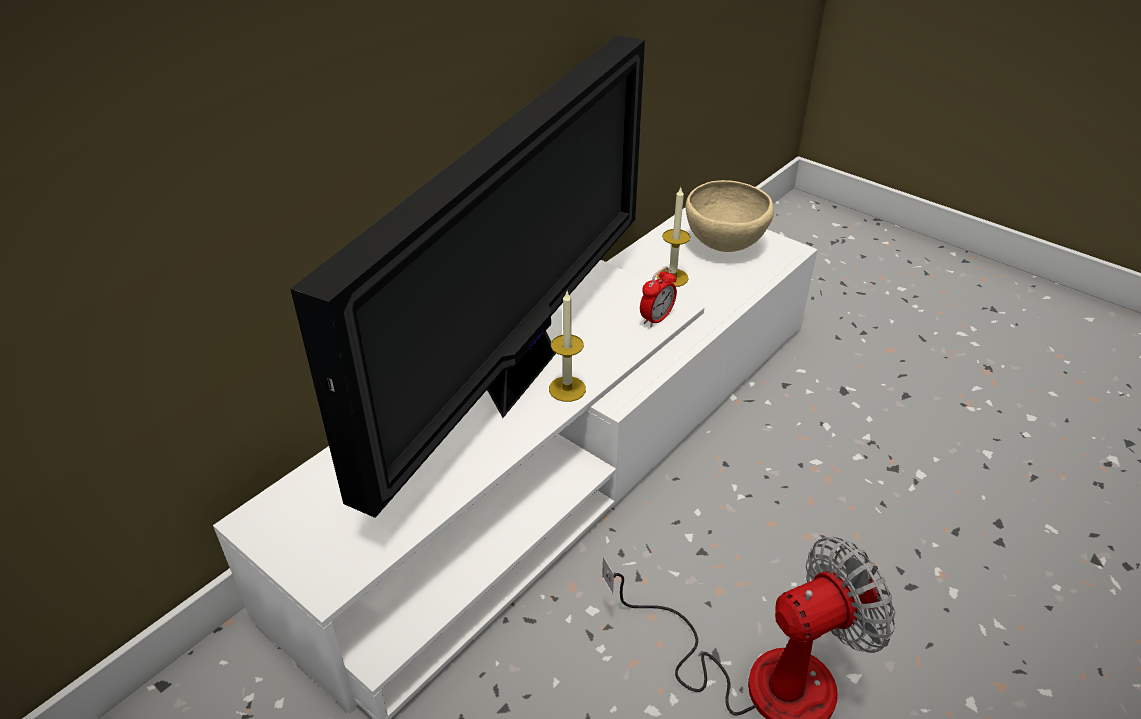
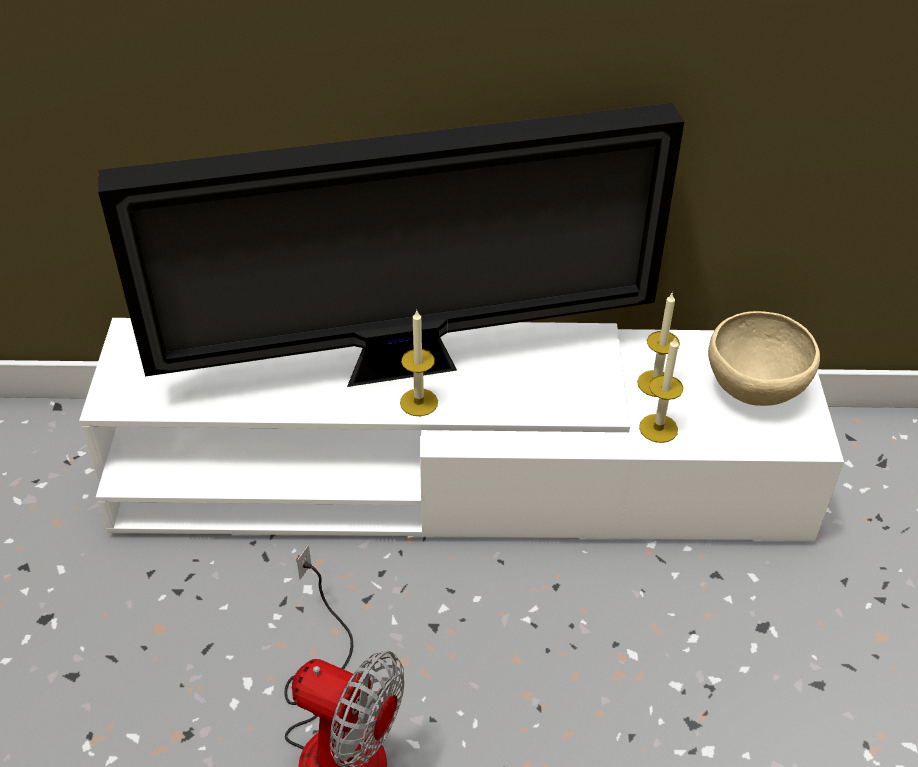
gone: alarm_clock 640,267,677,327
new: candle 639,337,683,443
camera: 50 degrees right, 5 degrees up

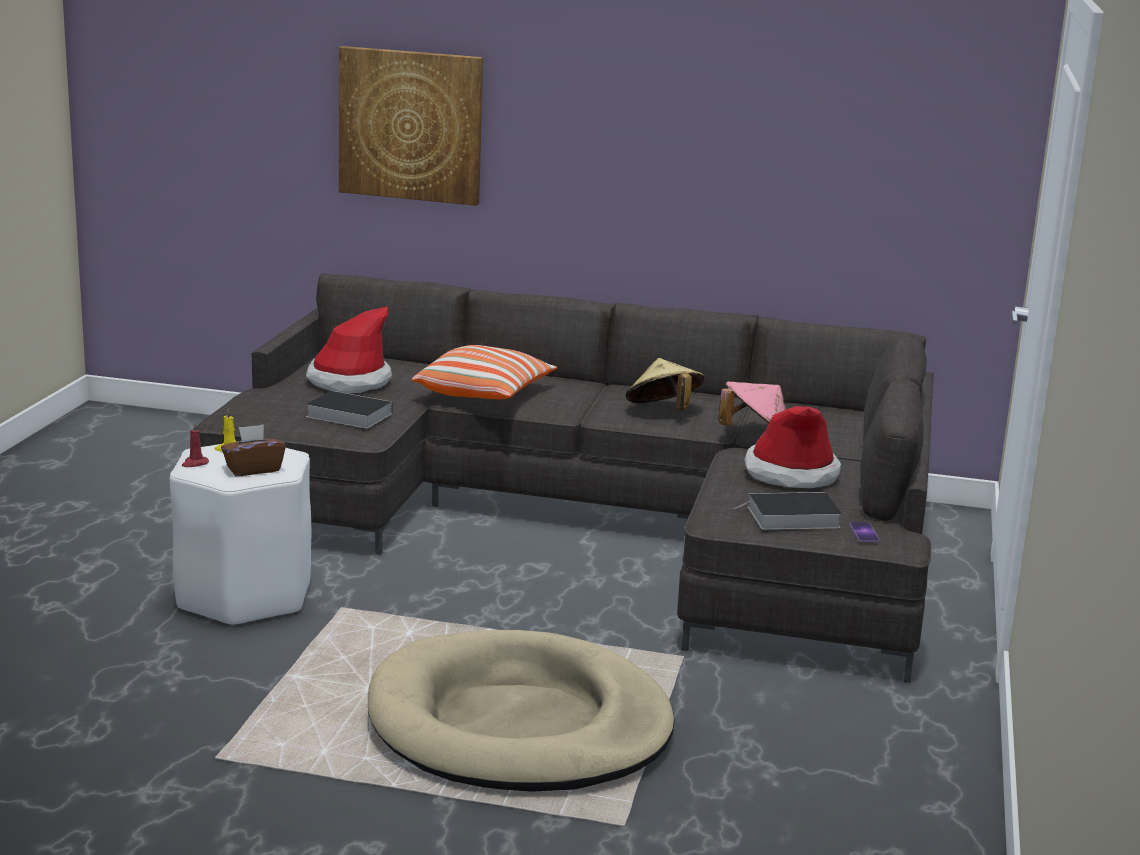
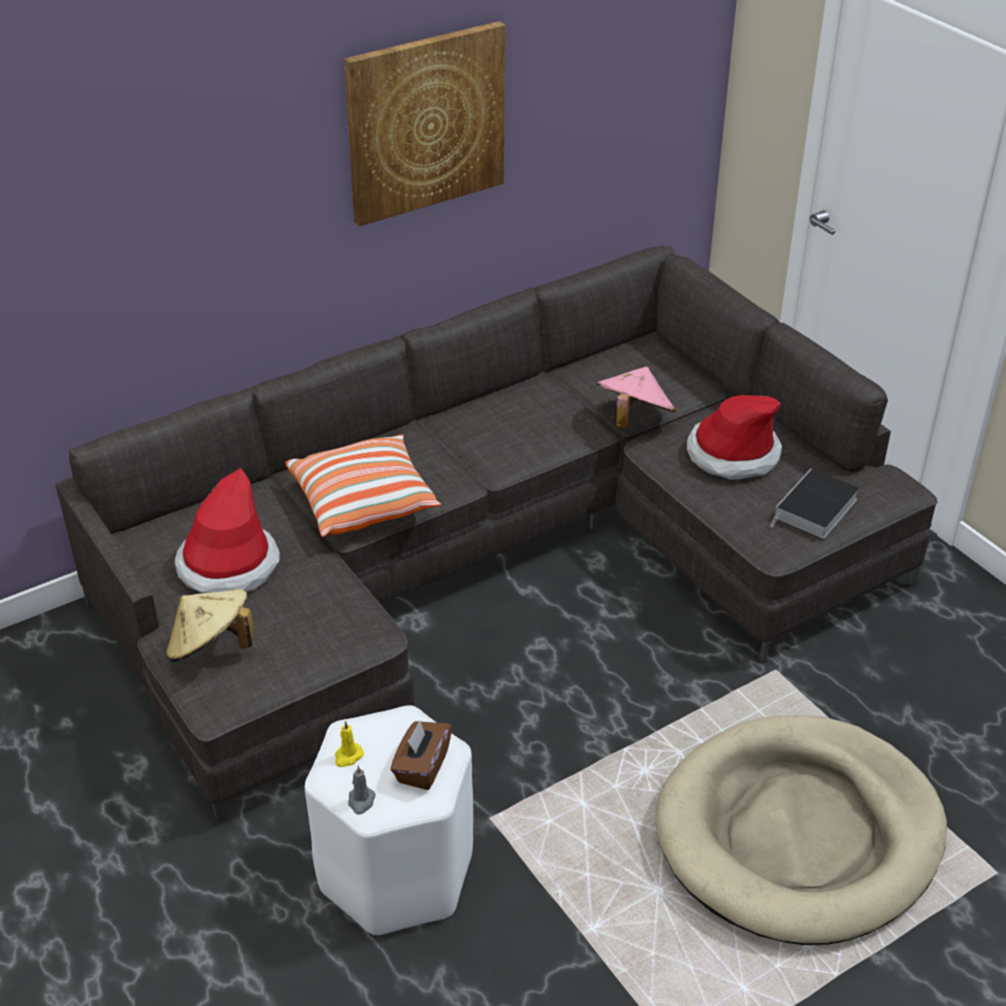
gone: book 306,391,393,429; phone 849,522,880,542
shifted: picture 339,46,483,206 to 344,21,505,226; beige_hat 626,358,705,410 to 166,589,253,662
repainted: red_candle 182,422,209,467 to grey_candle 348,765,376,815
camera: 45 degrees left, 20 degrees up

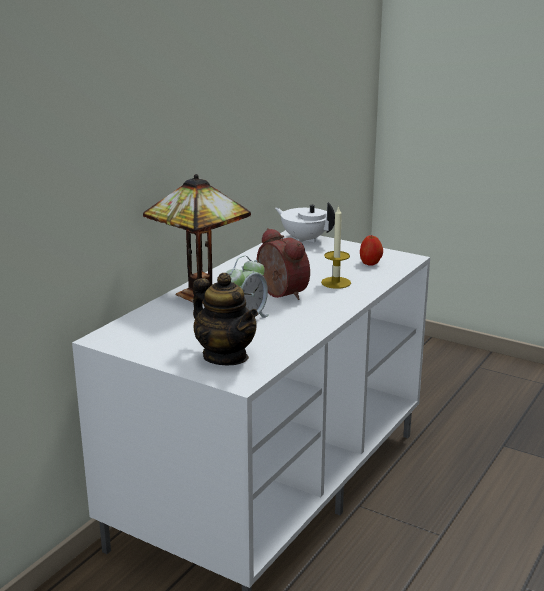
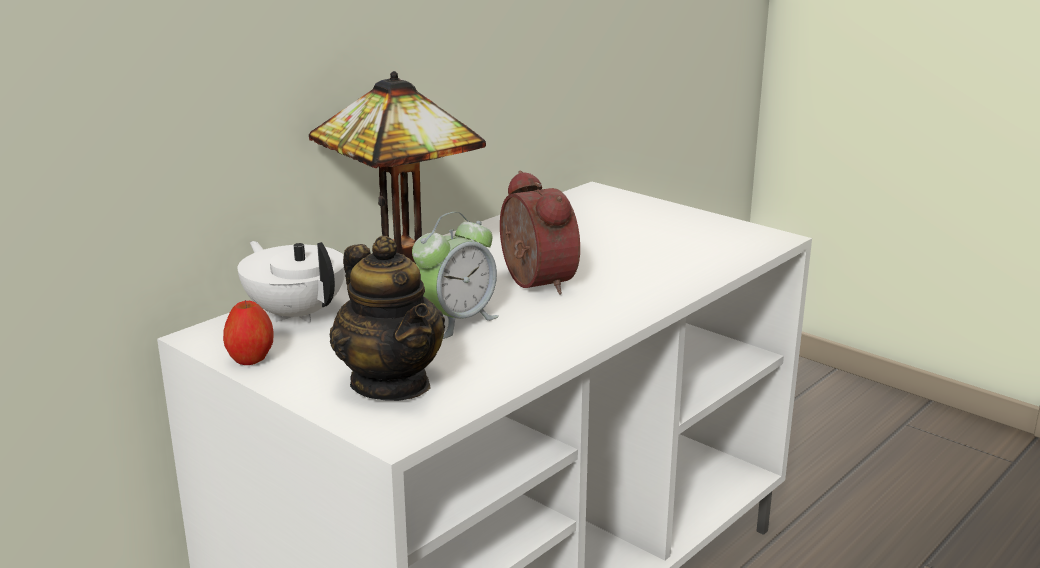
gone: candle 321,205,351,289
shifted: white_teapot 275,202,335,243 to 237,241,345,323; apple 360,235,383,266 to 223,300,274,365
camera: 10 degrees right, 0 degrees up

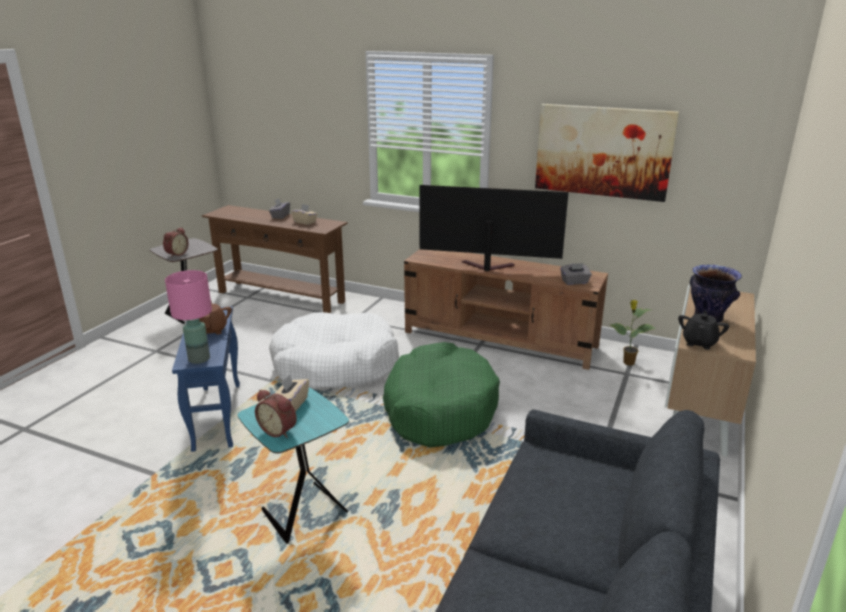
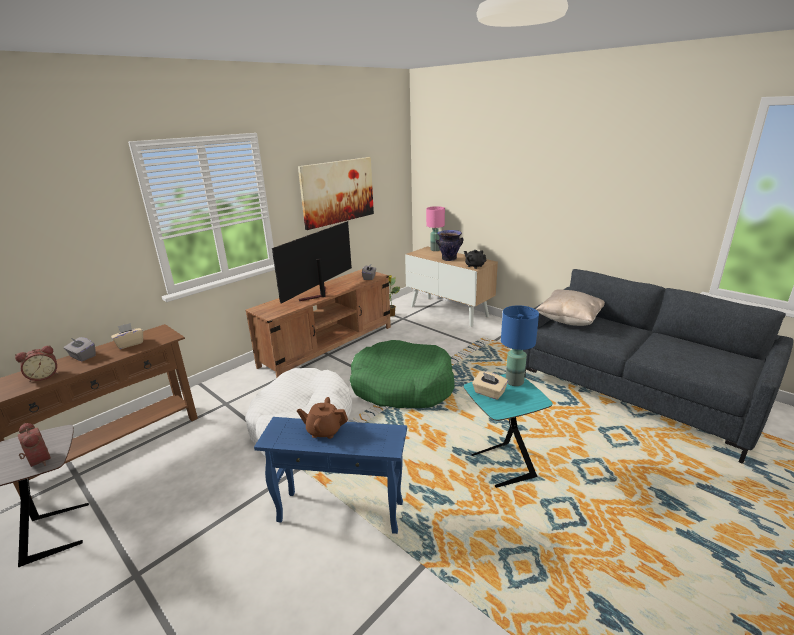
new: beige_pillow 536,289,605,326; blue_table_lamp 501,305,539,386
shifted: pink_table_lamp 165,270,212,364 to 426,206,445,251; alarm_clock 255,390,297,438 to 15,345,58,382
camera: 70 degrees left, 0 degrees up

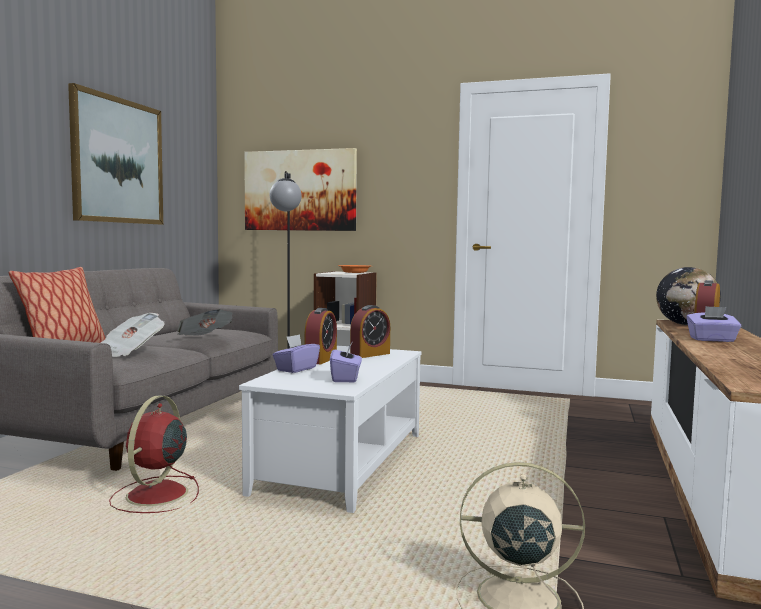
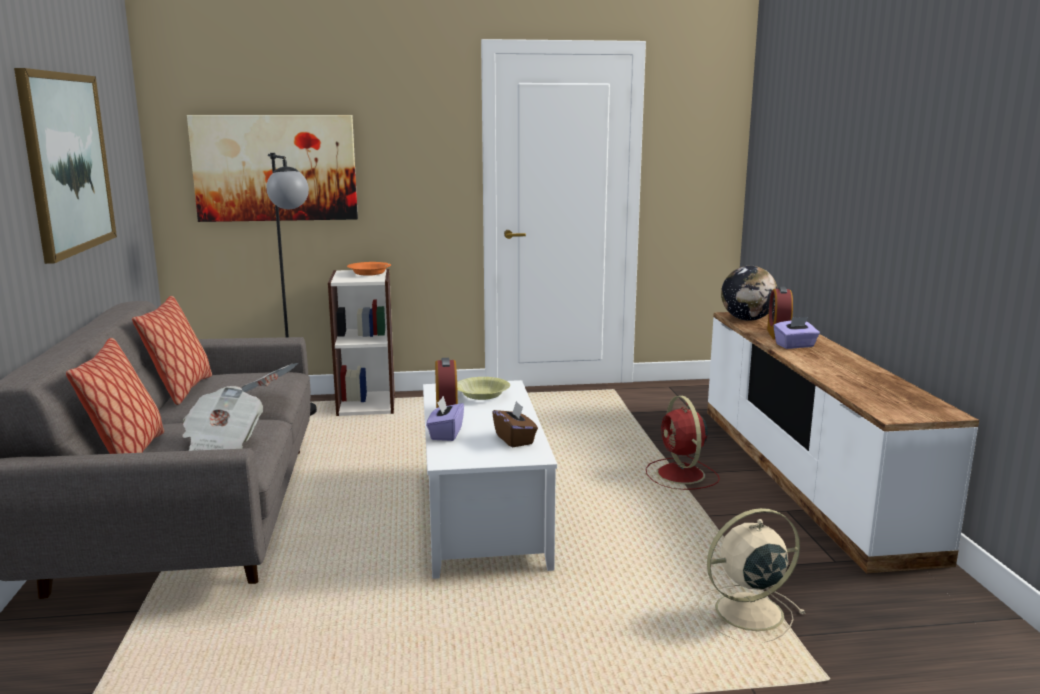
new: pillow 132,296,212,405
shifted: red_fan 109,396,199,513 to 646,396,720,490
swapped: alarm_clock 350,305,390,358 to yellow_bowl 457,377,510,400
repainted: purple_tissue_box 330,343,362,382 to brown_tissue_box 492,401,538,448
camera: 25 degrees left, 10 degrees up

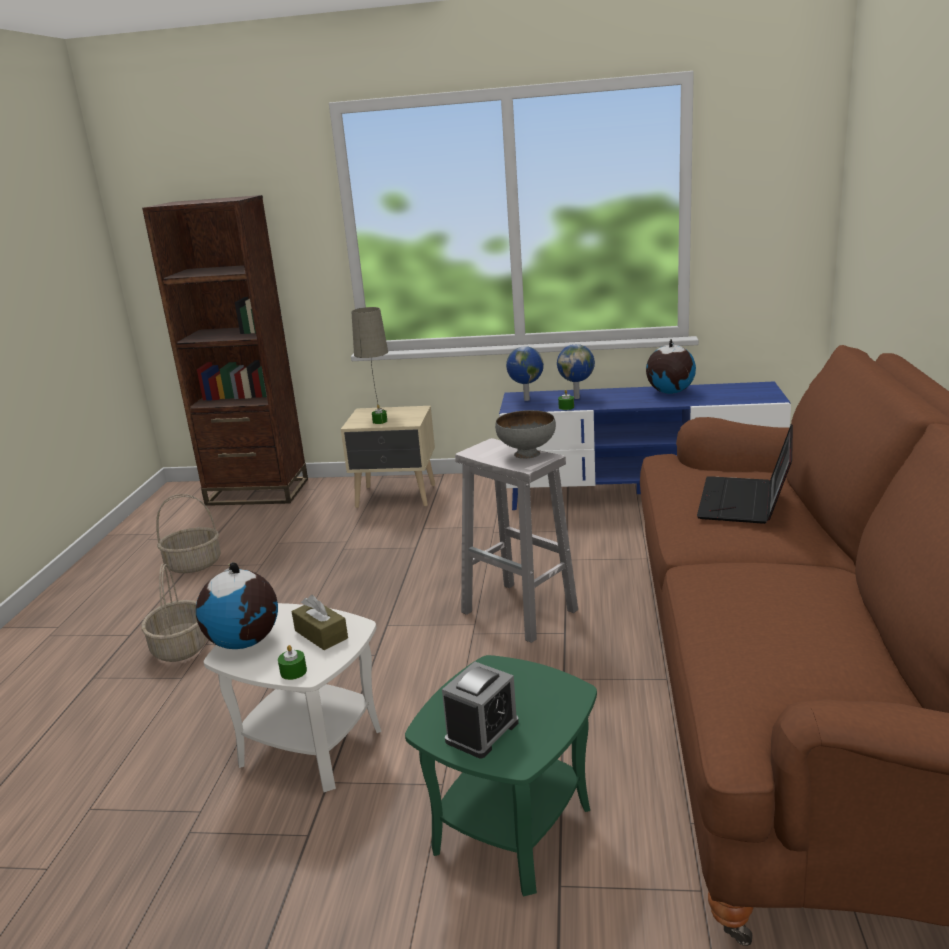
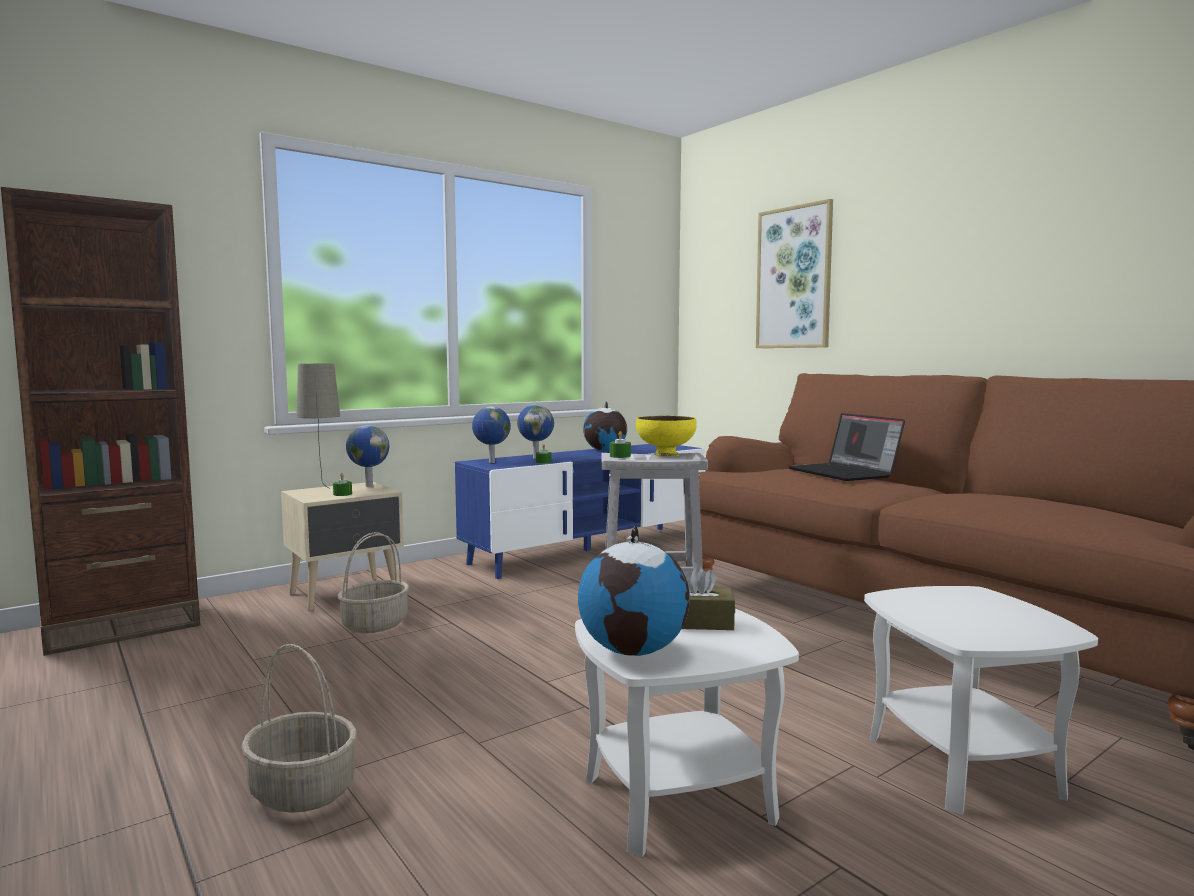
gone: alarm_clock 442,661,519,758
new: picture 756,199,833,348; globe 346,425,389,487
shifted: basket 156,494,221,573 to 338,532,409,633; green_candle 278,645,307,680 to 610,431,631,458
repainted: grey_bowl 495,410,556,459 to yellow_bowl 636,416,697,457; green_side_table 405,655,597,896 to white_side_table 864,586,1098,815
camera: 45 degrees left, 15 degrees down

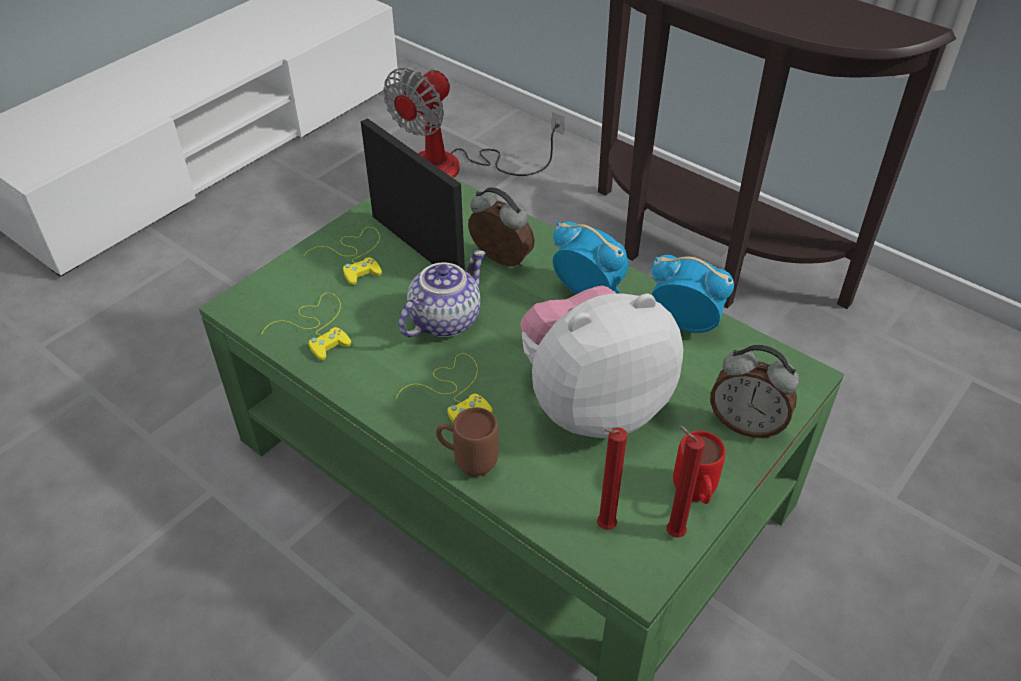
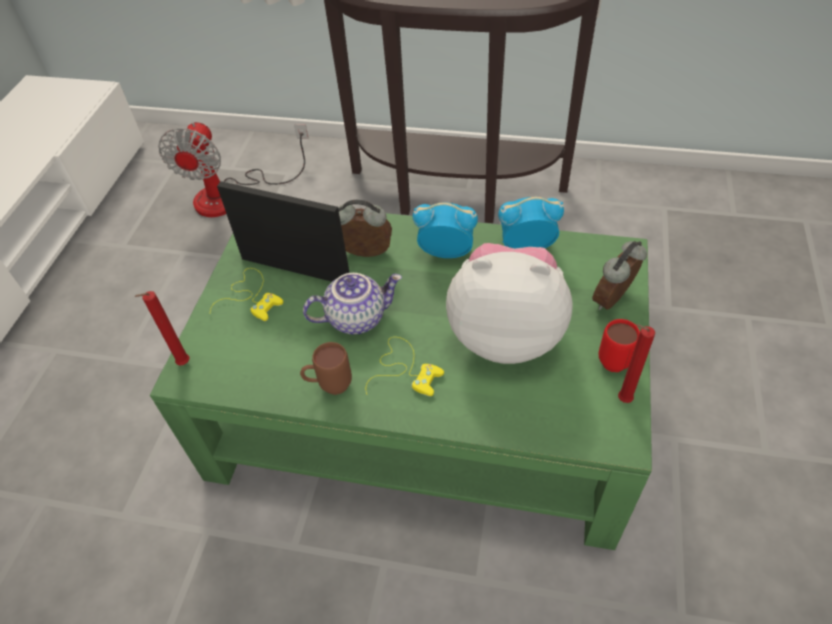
gone: yellow_game_controller 262,293,351,361
shifted: brown_mug 436,407,498,477 to 300,342,352,395; red_candle 597,427,627,530 to 135,291,189,365
rotated: teapot 398,250,485,337 = 303,273,402,334 60 degrees clockwise; plush_toy 520,285,683,438 = 446,243,573,364 60 degrees clockwise; alarm_clock 710,345,799,438 = 592,241,647,310 135 degrees clockwise
camera: 25 degrees left, 5 degrees up

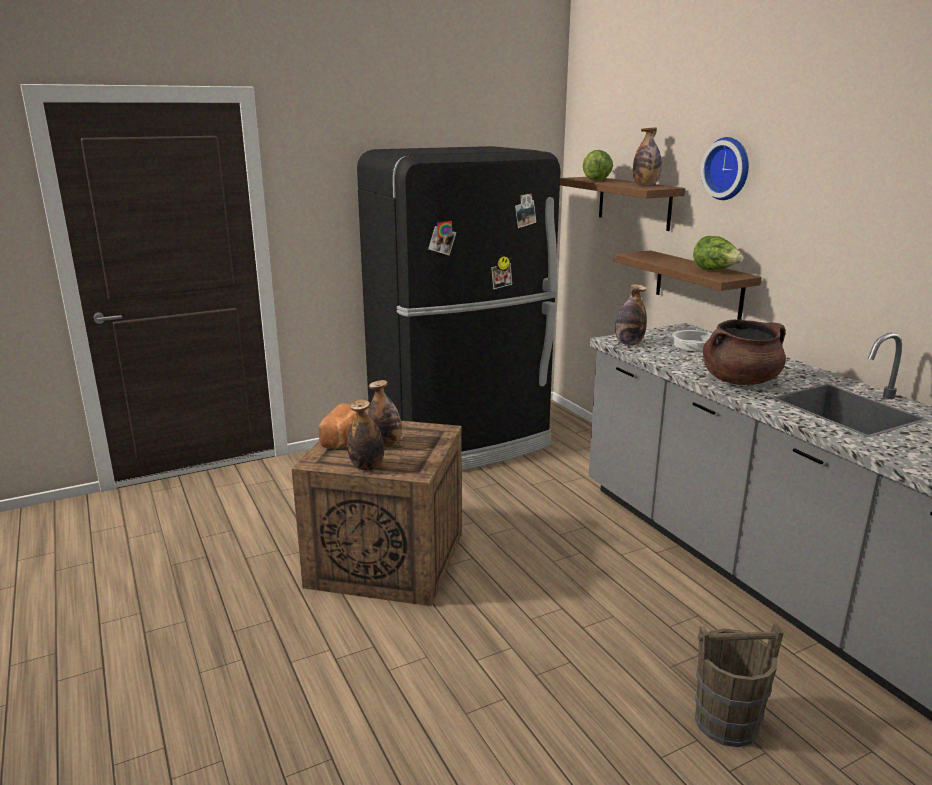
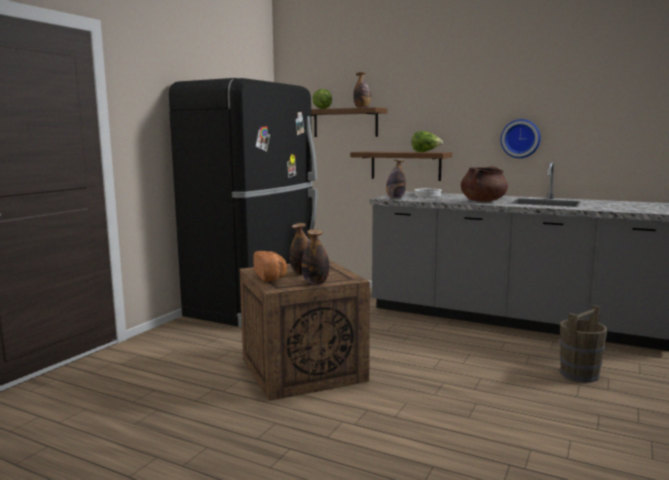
shifted: wall_clock 700,137,749,200 to 501,119,541,158
camera: 35 degrees left, 10 degrees down

